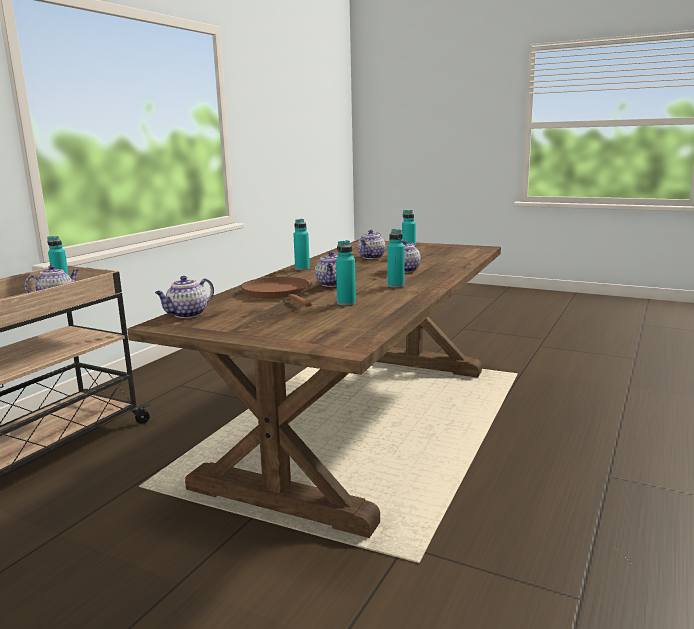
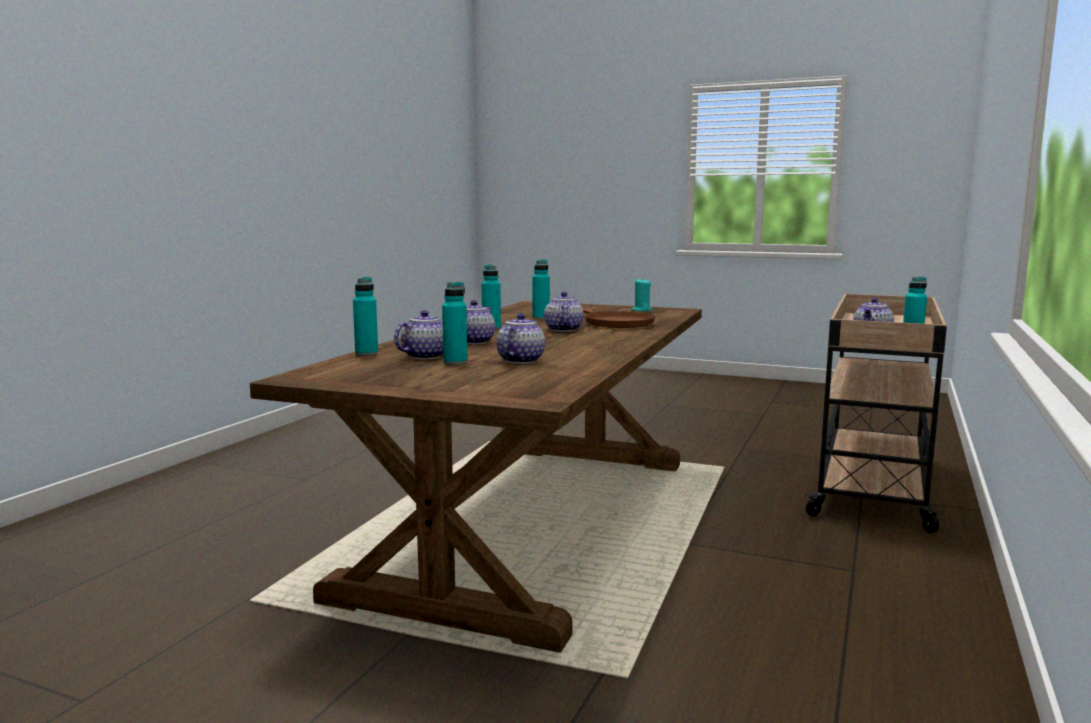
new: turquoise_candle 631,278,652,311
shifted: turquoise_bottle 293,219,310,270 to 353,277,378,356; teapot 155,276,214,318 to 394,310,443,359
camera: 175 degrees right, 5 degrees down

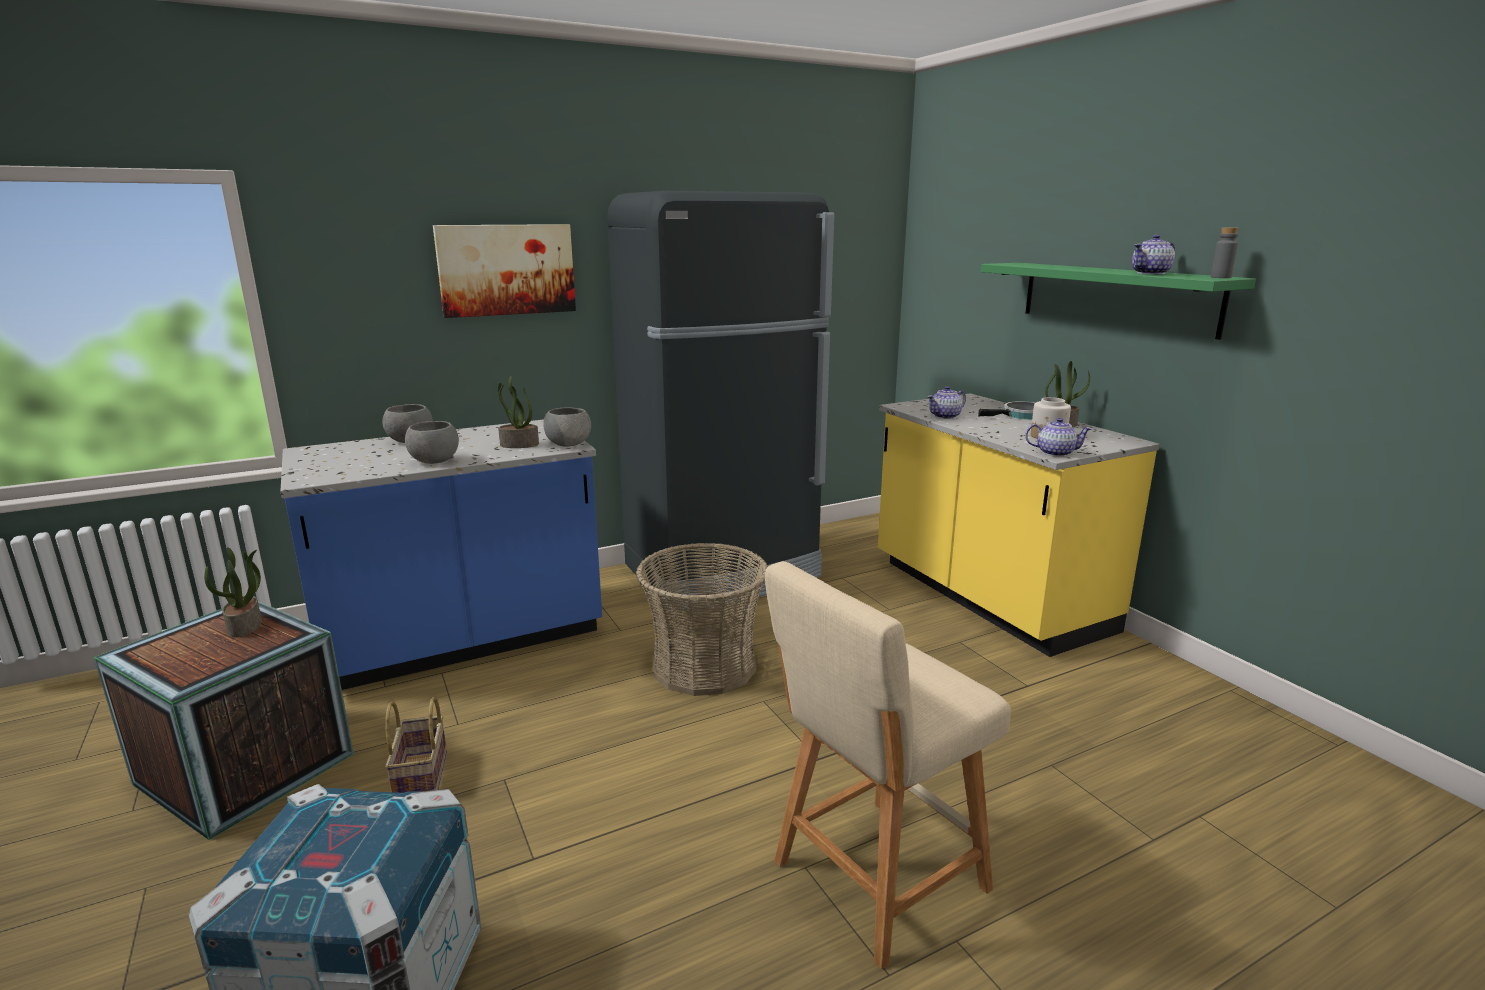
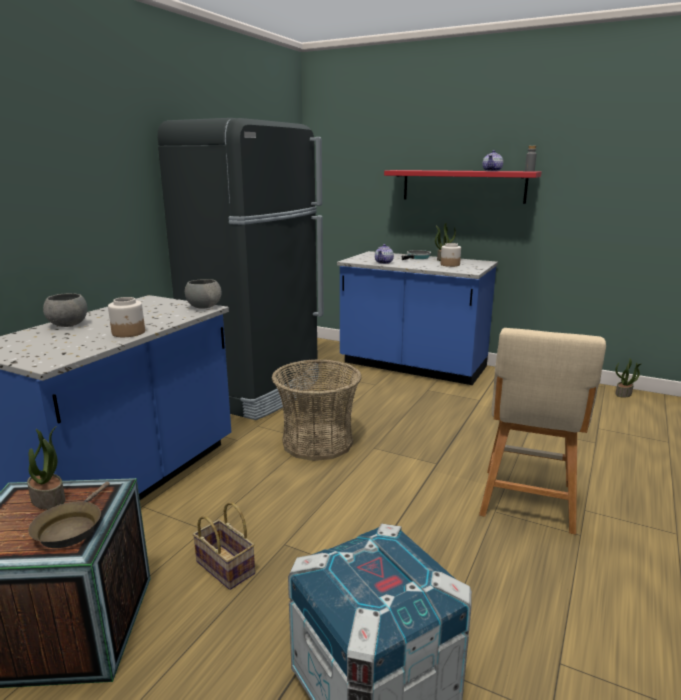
gone: picture 433,224,576,318; teapot 1025,418,1092,457
new: brown_frying_pan 28,482,110,548
shifted: potted_plant 498,376,539,448 to 615,358,641,398
swapped: grey_bowl 405,421,459,464 to jar 108,297,145,337
repainted: green_shelf 981,263,1256,340 to red_shelf 384,170,541,204; yellow_counter 878,393,1160,657 to blue_counter 337,251,498,385
camera: 35 degrees left, 0 degrees up

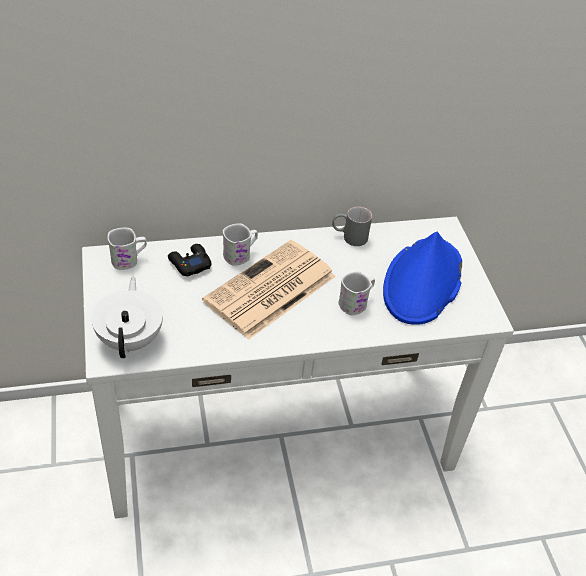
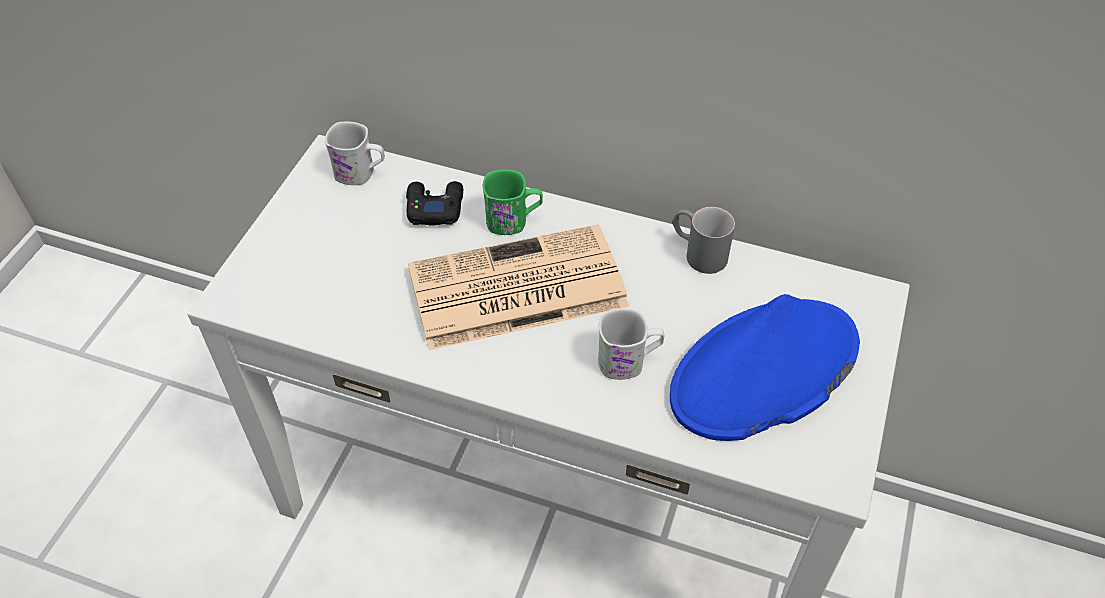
gone: white_teapot 91,276,163,358
repainted: white_mug 223,223,258,266 to green_mug 482,170,543,235
camera: 35 degrees right, 5 degrees up

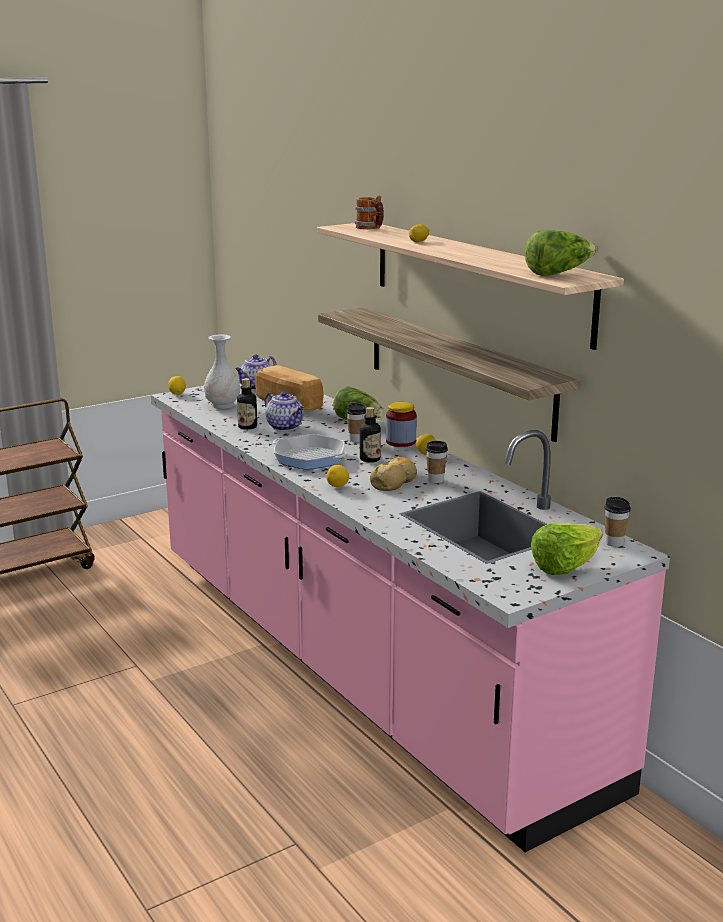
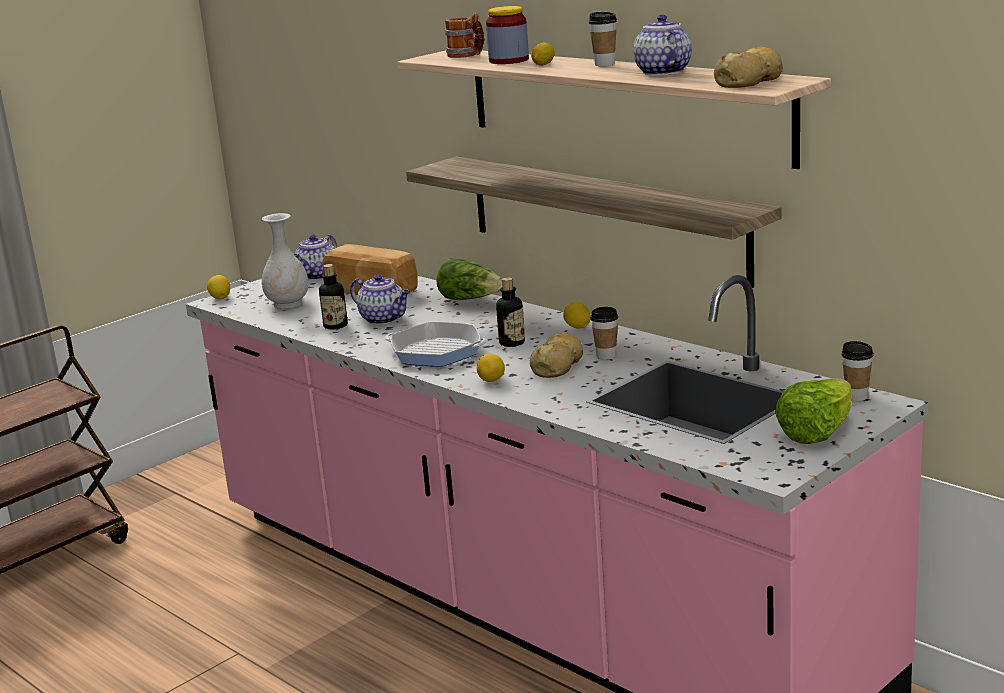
new: teapot 633,15,692,76
shifted: jar 386,402,417,447 to 486,6,529,64; cup 346,403,366,442 to 589,12,617,66
swapped: lettuce 524,230,597,276 to bread 714,47,783,88
camera: 10 degrees left, 0 degrees up

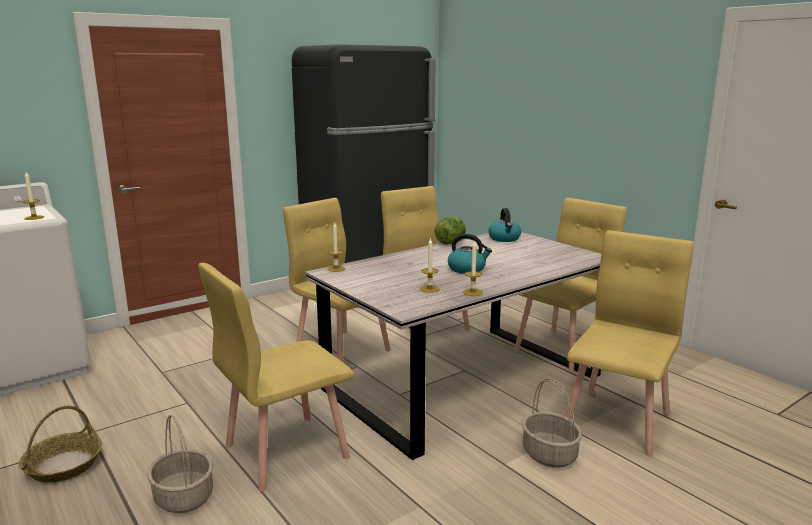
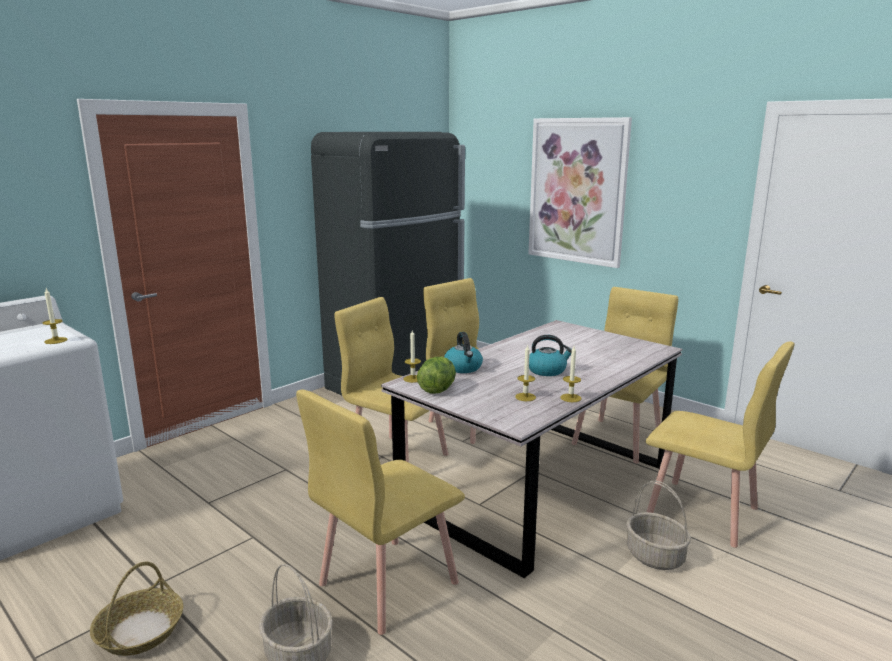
new: picture 528,117,632,268
shifted: kettle 488,208,521,242 to 444,332,483,373; lettuce 435,217,466,245 to 417,357,456,394
rotated: yellow_chair 566,230,694,456 = 646,342,795,548 105 degrees clockwise
camera: 10 degrees left, 0 degrees up

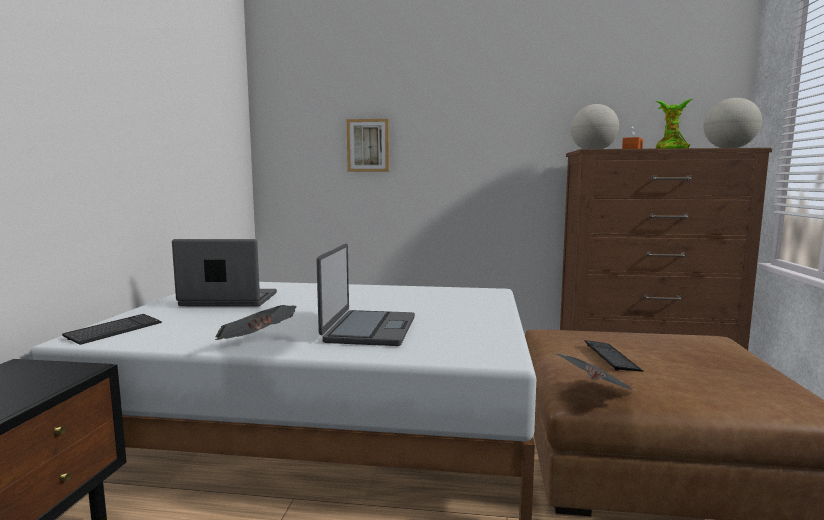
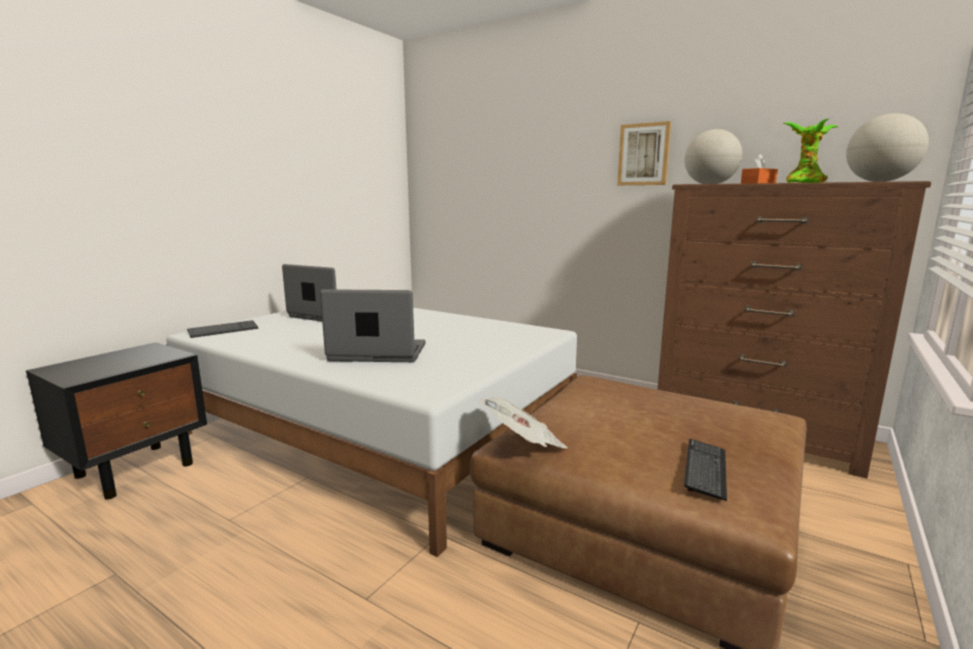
gone: newspaper 215,305,297,340
shifted: picture 347,119,389,172 to 617,121,671,185; keyboard 585,340,643,372 to 684,439,727,501
rotated: laptop 316,243,415,346 = 320,289,426,362 120 degrees counterclockwise
camera: 25 degrees right, 5 degrees up

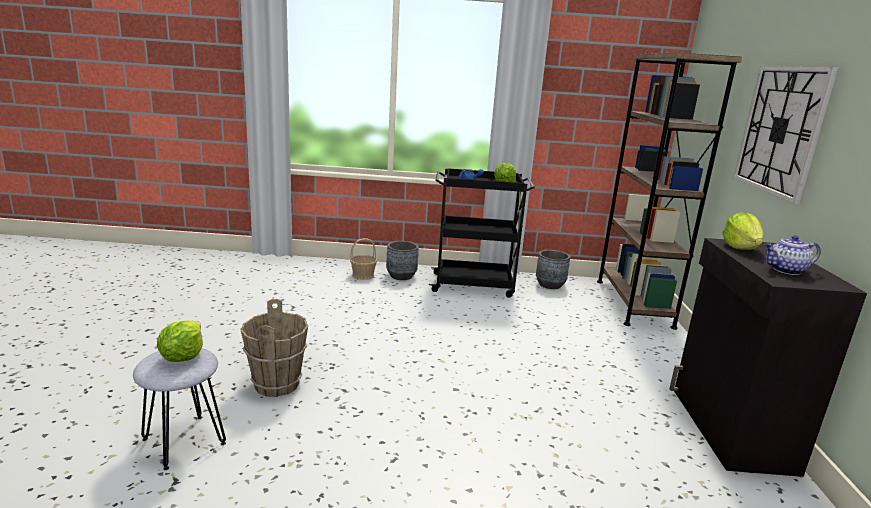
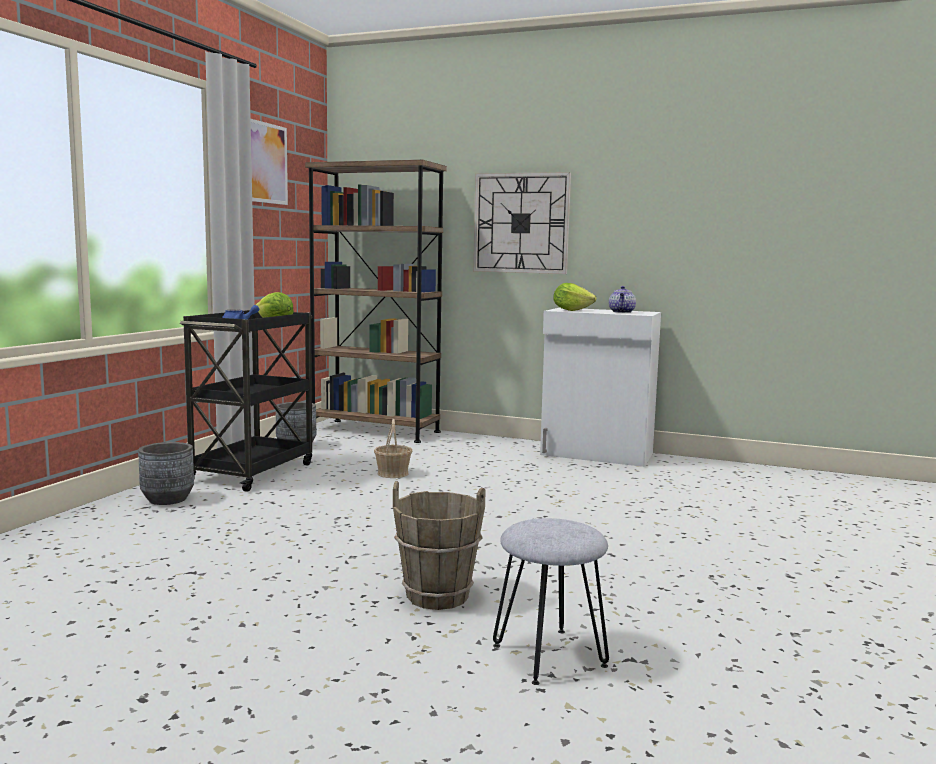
gone: lettuce 157,320,203,362
new: picture 251,119,288,205
shifted: basket 350,238,377,280 to 374,419,412,478
repainted: black_cabinet 669,238,867,477 to white_cabinet 540,308,661,467
camera: 70 degrees left, 10 degrees down

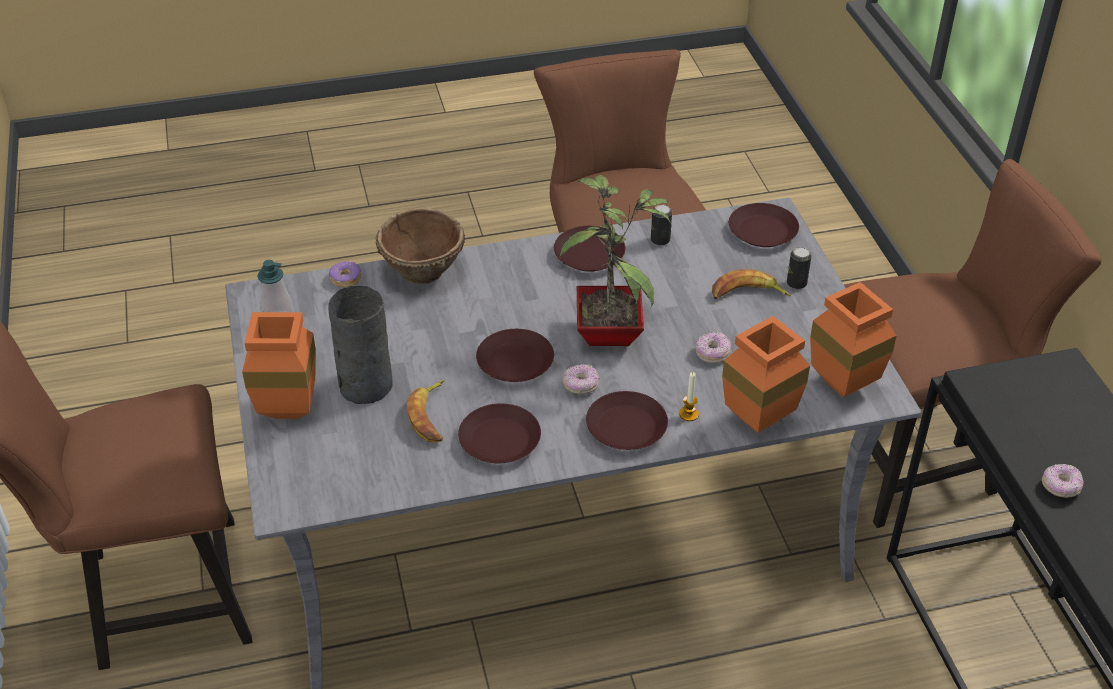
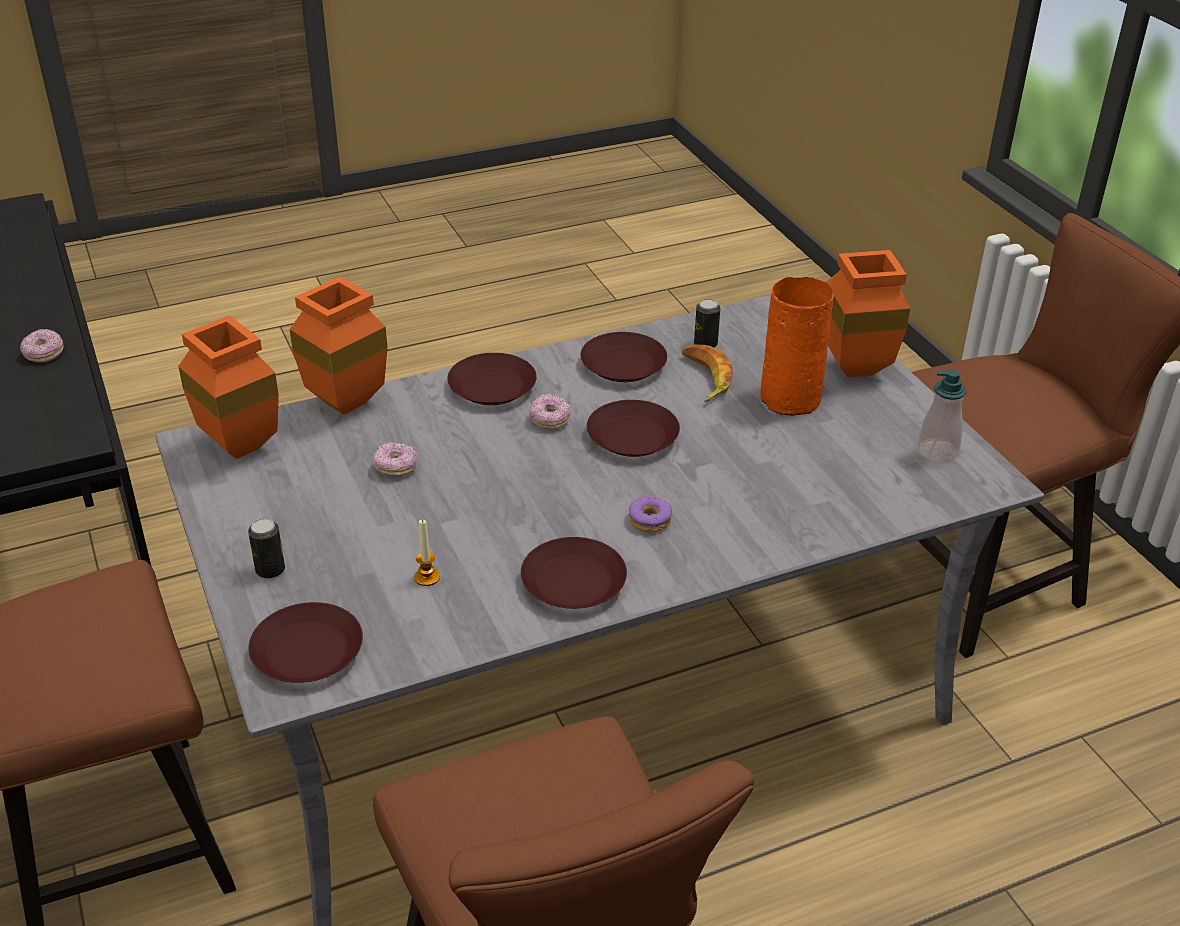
gone: potted_plant 560,175,672,346; brown_bowl 375,208,465,284; banana 712,269,791,299
shifted: can 651,205,672,246 to 694,299,720,347; donut 328,260,361,288 to 629,496,672,533; candle 679,372,699,421 to 414,519,440,586
repainted: grey_vase 328,286,393,404 to orange_vase 760,277,834,416
camera: 170 degrees right, 5 degrees down

